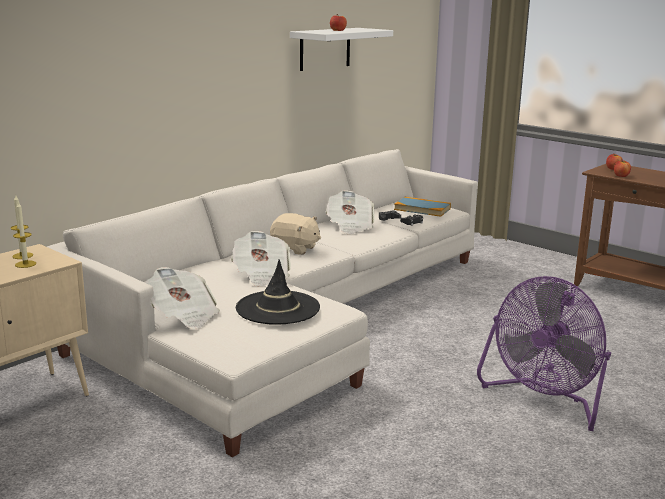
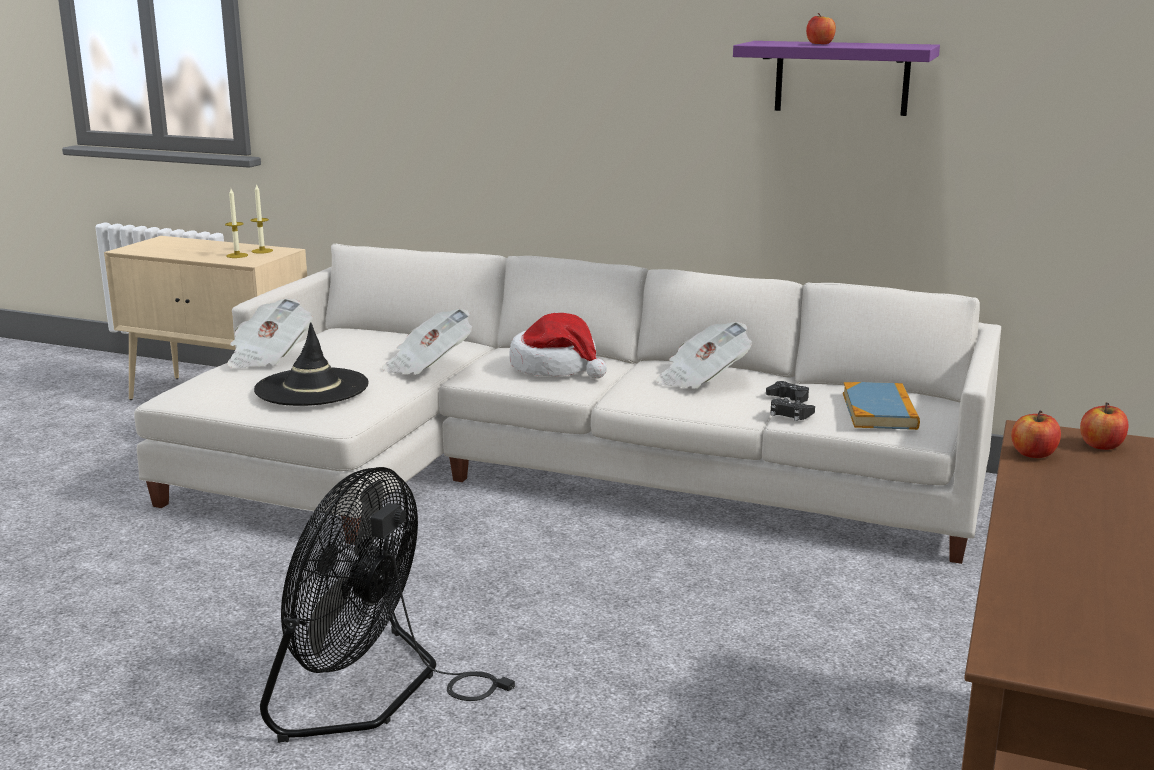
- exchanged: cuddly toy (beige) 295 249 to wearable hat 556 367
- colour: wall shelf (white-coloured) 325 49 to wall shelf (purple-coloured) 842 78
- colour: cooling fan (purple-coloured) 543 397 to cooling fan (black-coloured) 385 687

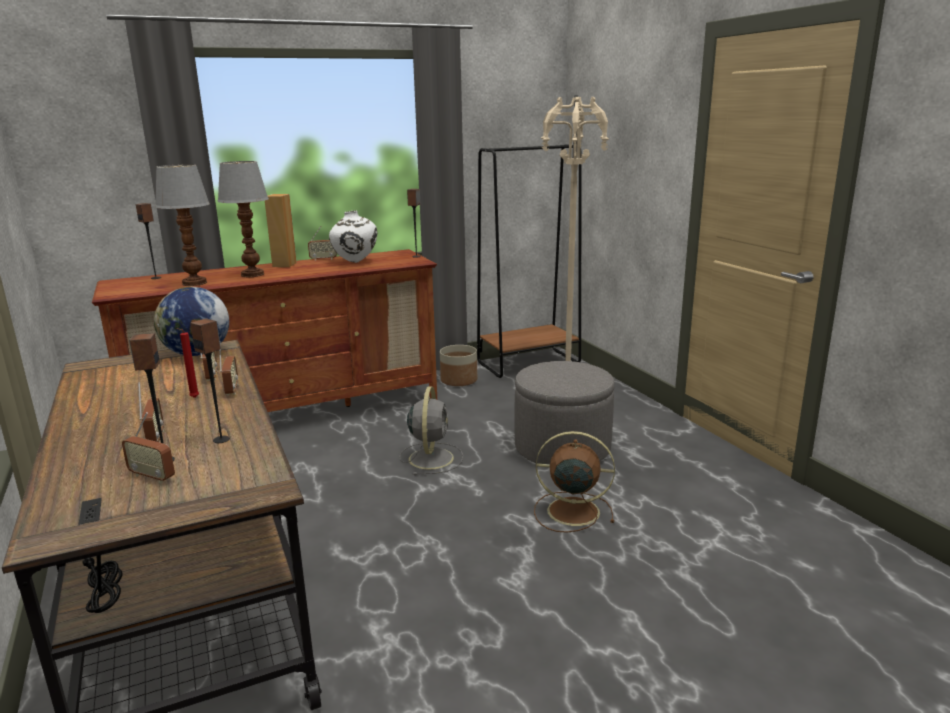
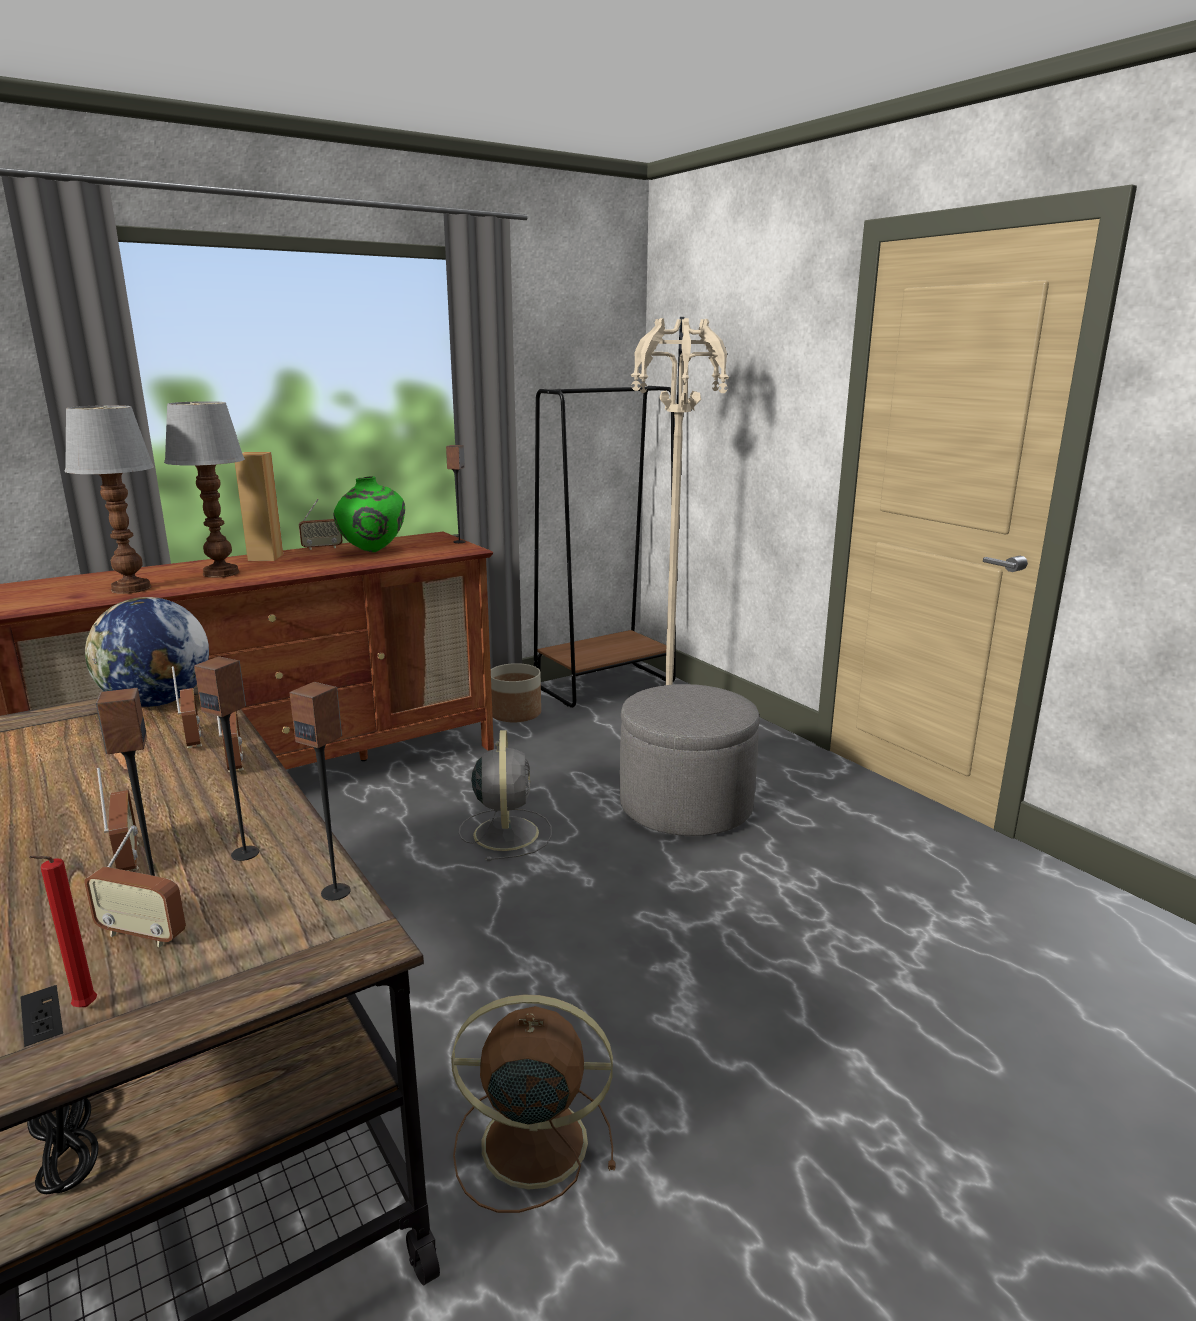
- relocated: loudspeaker 156 278 to 336 892
- relocated: candle (reddish) 193 398 to 82 1009
- relocated: cooling fan (brown-coloured) 570 511 to 529 1142
- colour: flower vase (white-coloured) 355 262 to flower vase (green) 372 552

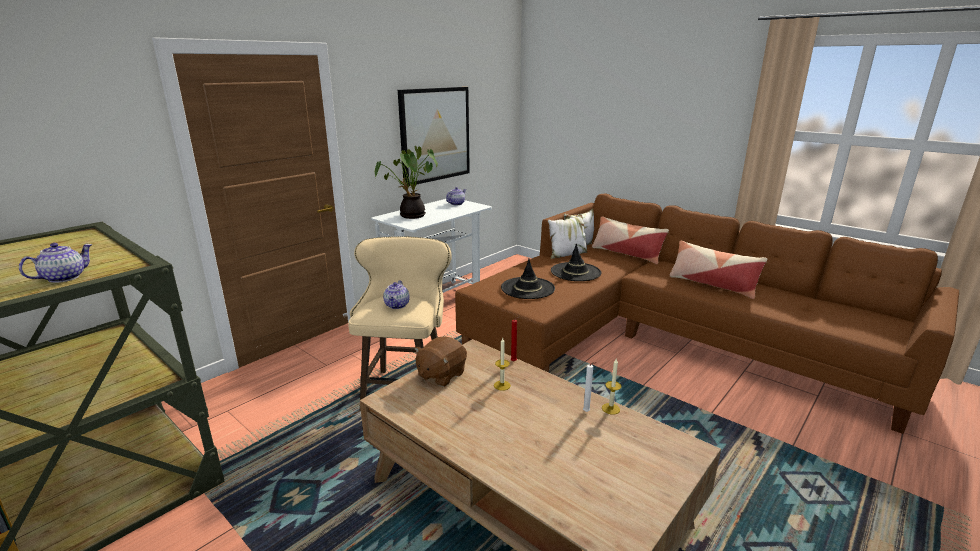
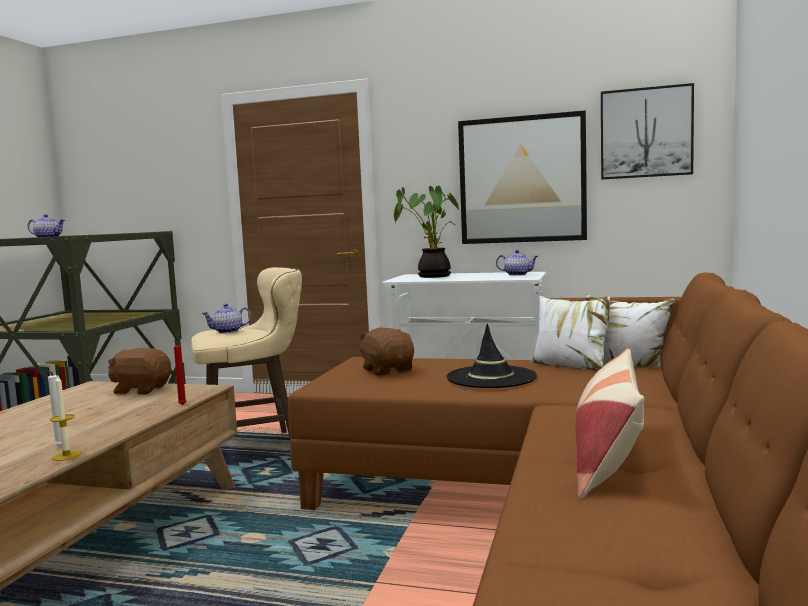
- missing: candle 502 385
- missing: throw pillow 626 253
- appeared: picture 646 133
- exchanged: wearable hat (black-coloured) 528 288 to cuddly toy (brown-coloured) 388 370

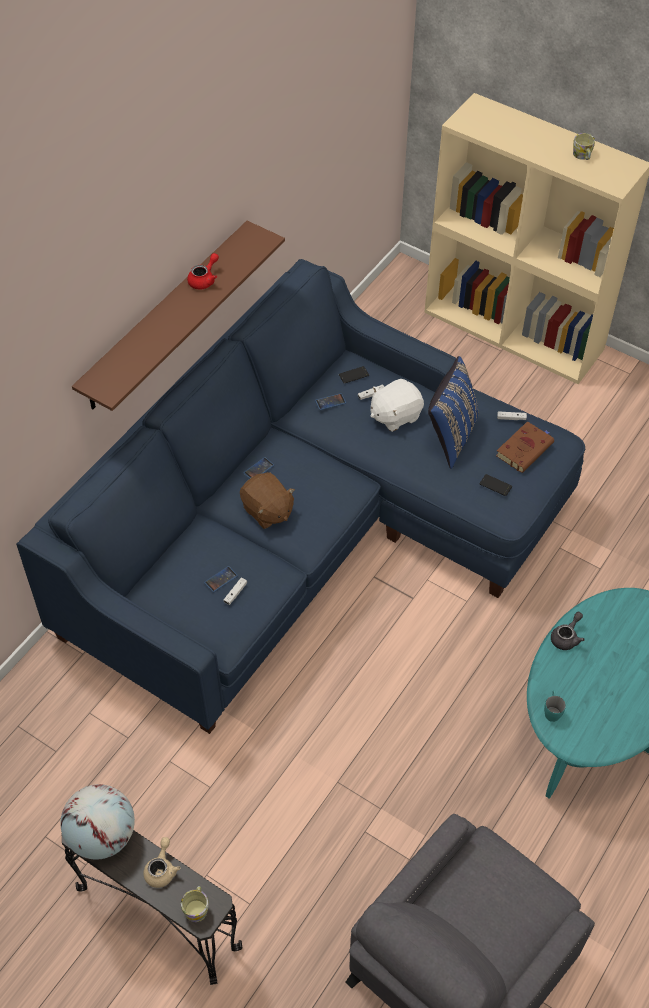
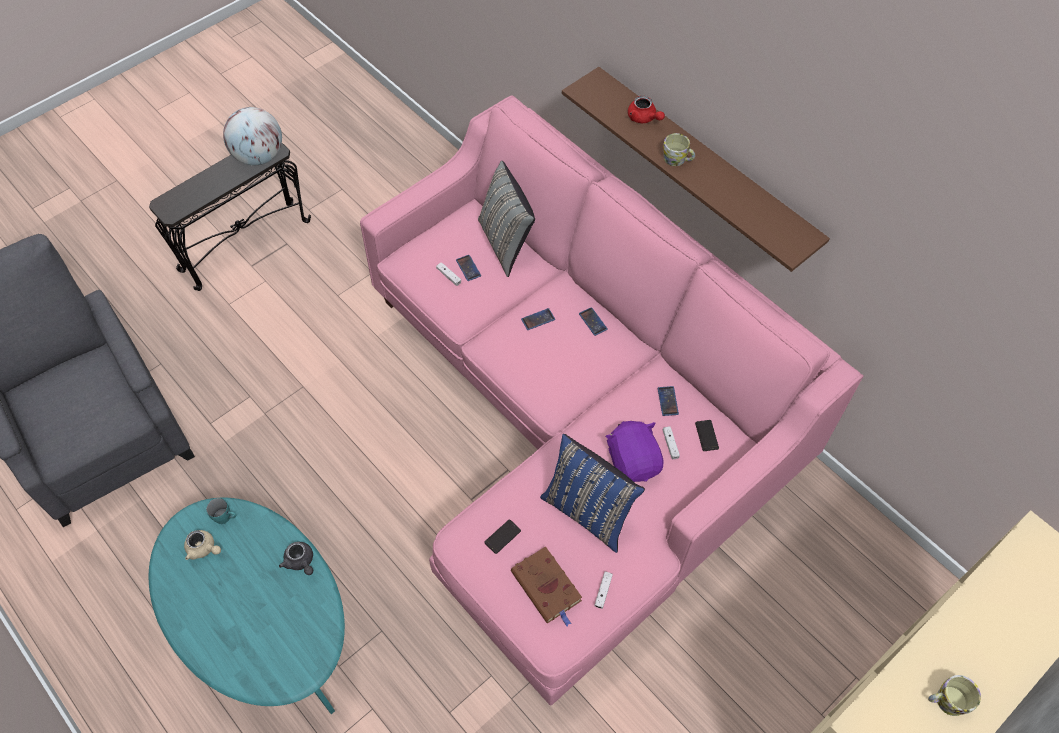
- appeared: throw pillow (gray) 506 243
- relocated: tea pot (beige) 161 869 to 204 549
- relocated: tea mug 196 907 to 677 159
- relocated: tea pot (reddish) 204 280 to 644 118
- exchanged: cuddly toy (brown-coloured) 267 511 to handset 538 319
- colour: settee (bluish) 308 534 to settee (pink) 576 422
- colour: cuddly toy (white-coloured) 395 415 to cuddly toy (purple-coloured) 633 461

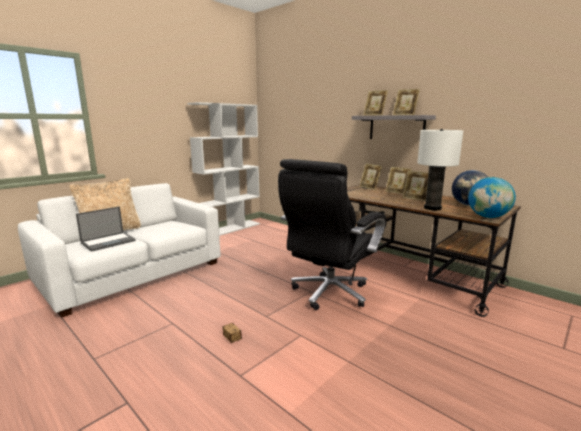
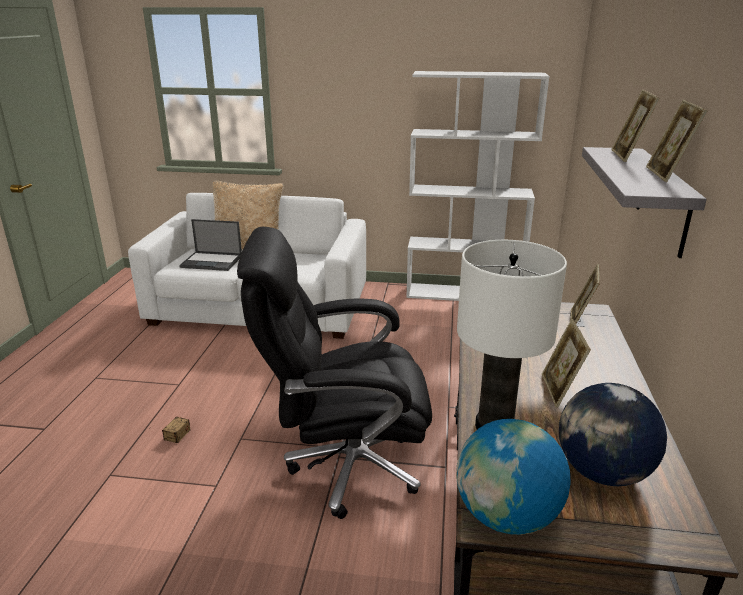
- missing: photo frame 397 192

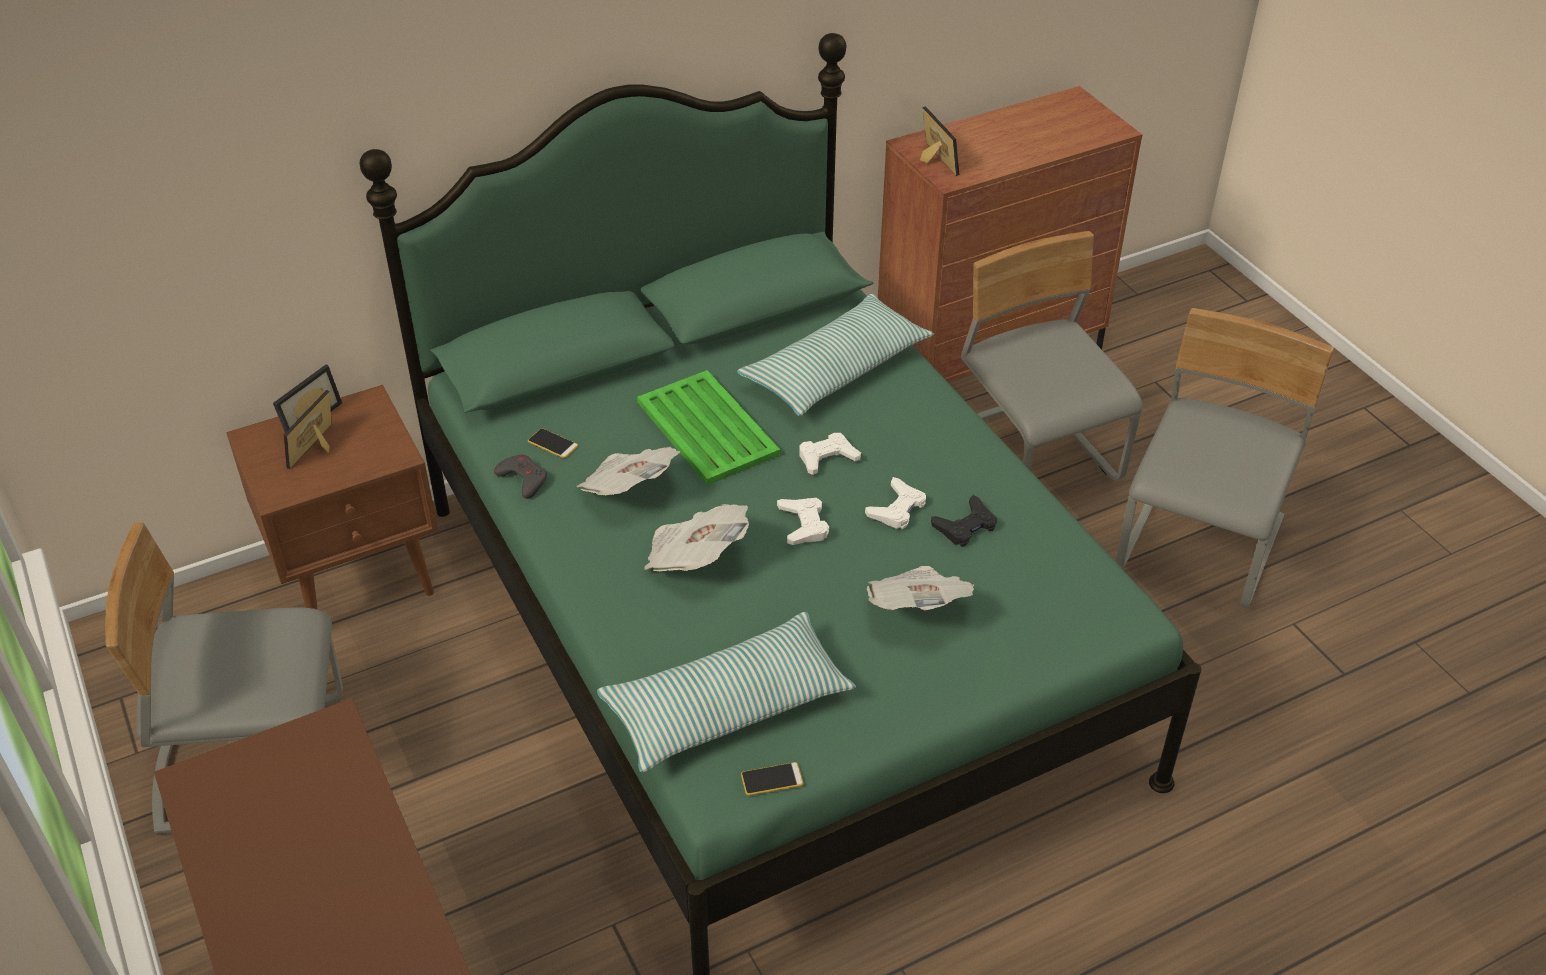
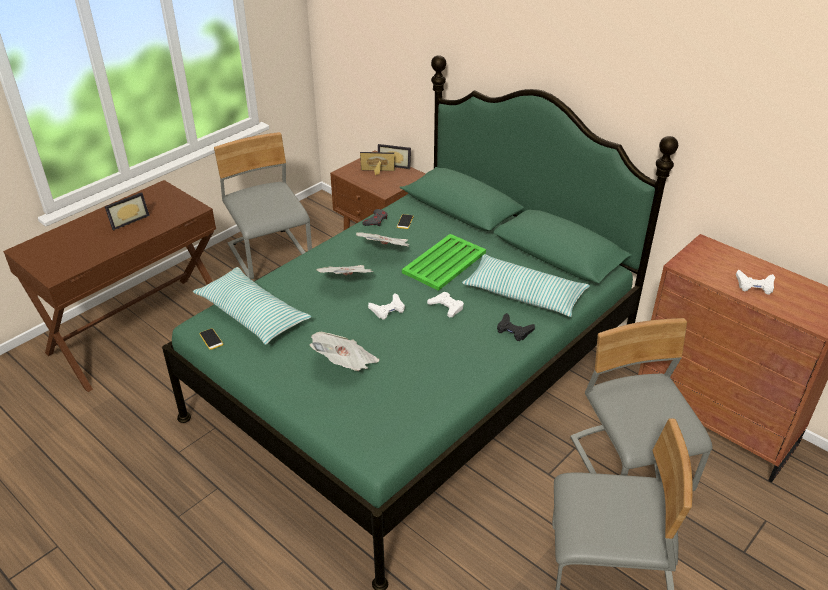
- relocated: joypad (white-coloured) 897 509 to 755 285
- relocated: photo frame 932 161 to 128 220
- relocated: joypad (black-coloured) 965 526 to 514 330
- spun: chair (gray) 1033 459 = 630 466 60 degrees counterclockwise

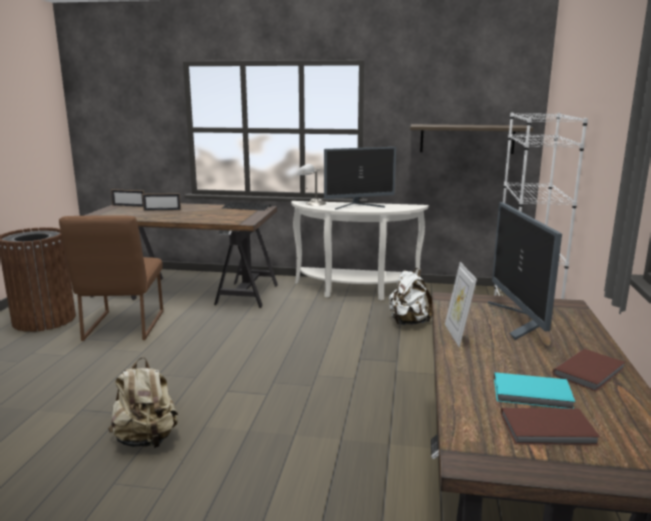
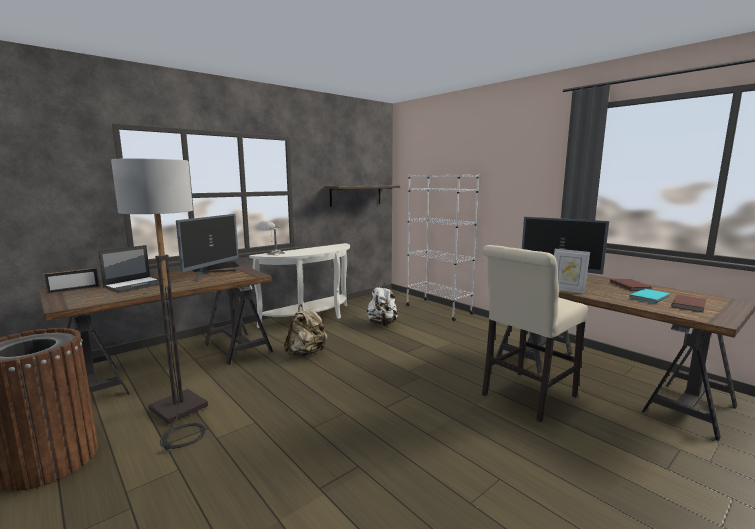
- appeared: stool seat (beige) 525 397
- relocated: rucksack (beige) 146 440 to 306 353
- relocated: computer display 358 206 to 210 274
- exchanged: chair (brown-coloured) 123 326 to floor lamp 179 416
- exchanged: photo frame 162 210 to laptop 135 285

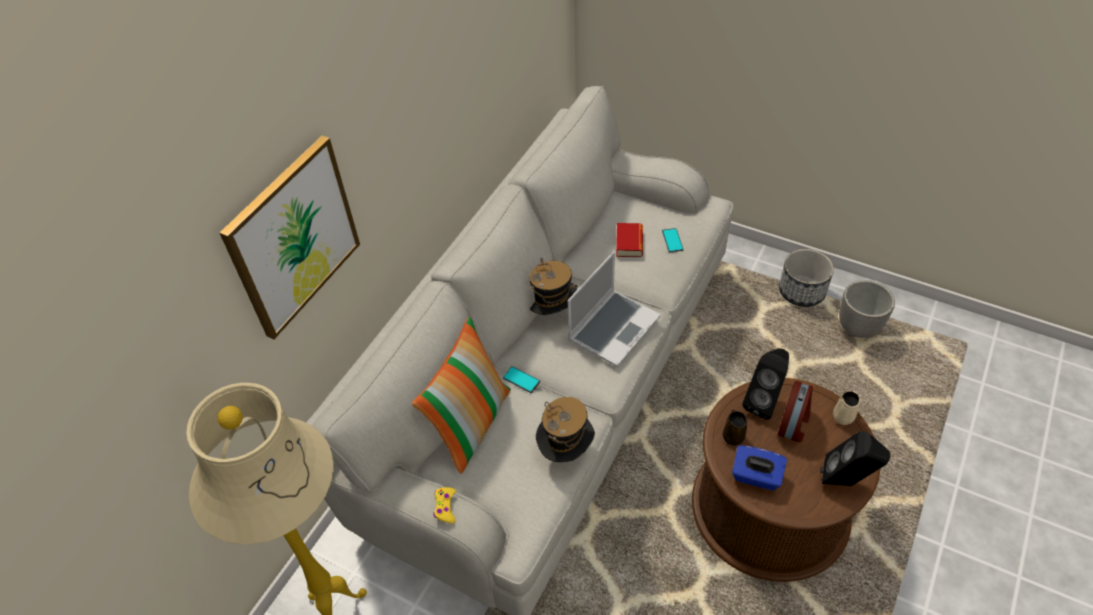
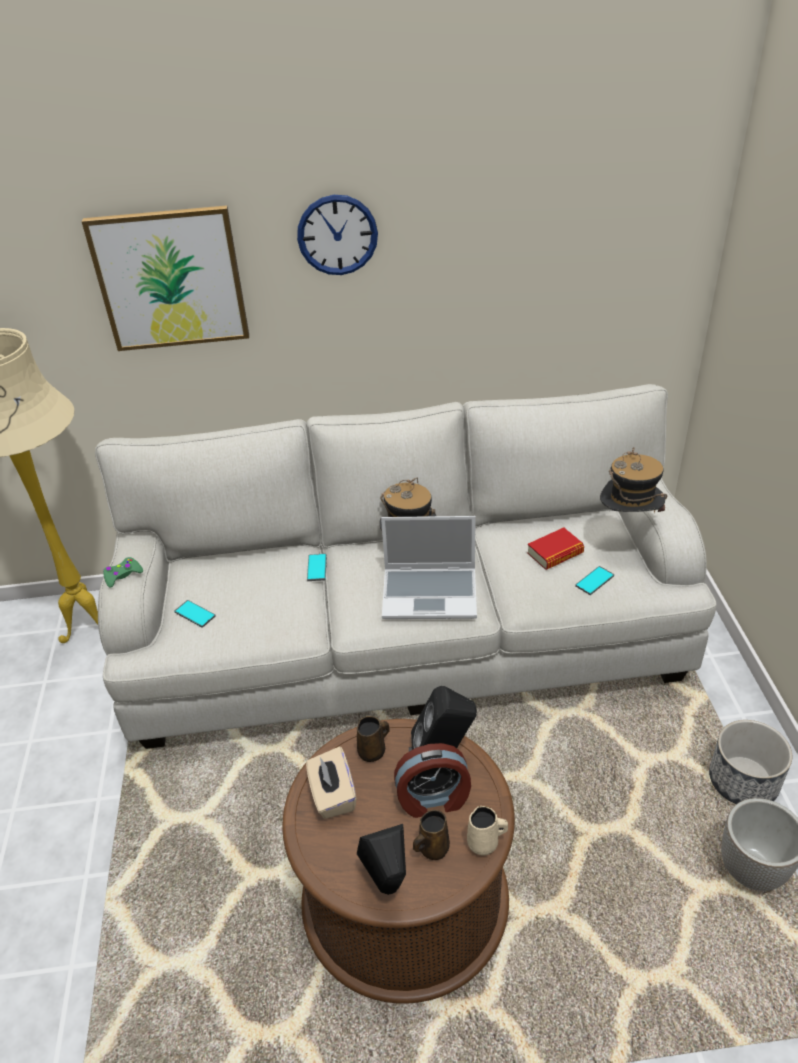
- missing: throw pillow 471 424
- appeared: handset 195 614
- appeared: hanging clock 337 235
- appeared: tea mug (brown-coloured) 432 849
- relocated: wearable hat 566 451 to 628 522
- colour: joypad (yellowish) 445 507 to joypad (green) 122 575
- colour: tissue holder (bluish) 756 476 to tissue holder (beige) 332 795

